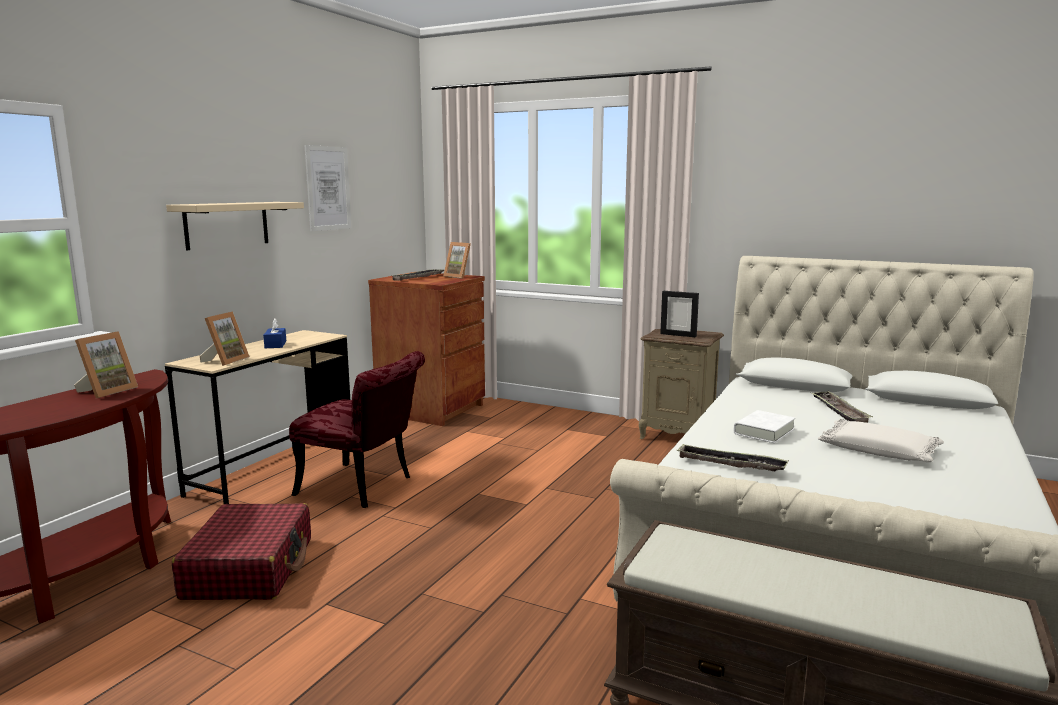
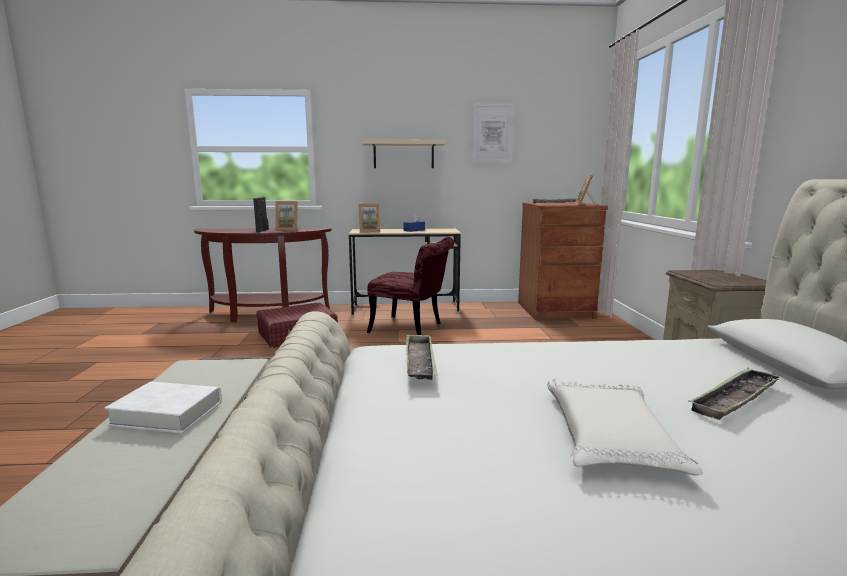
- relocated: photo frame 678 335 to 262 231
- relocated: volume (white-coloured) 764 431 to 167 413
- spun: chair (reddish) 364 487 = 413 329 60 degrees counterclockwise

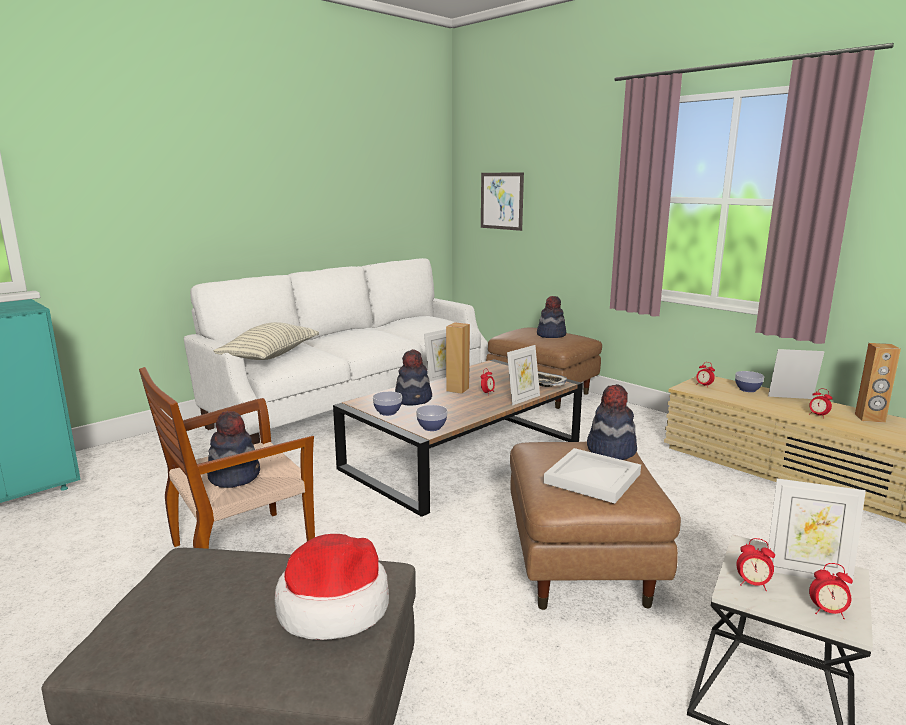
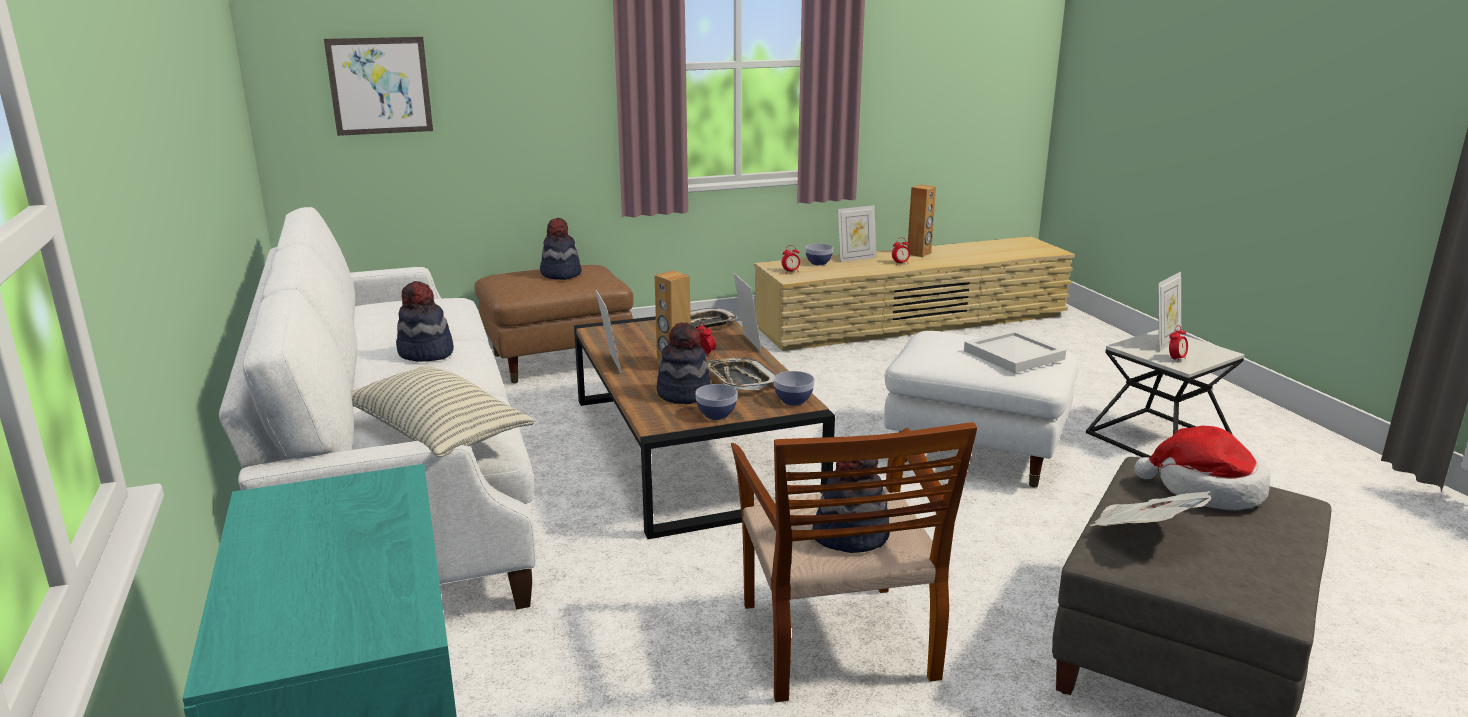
- missing: alarm clock 827 612
- appeared: tray 740 380
- appeared: printed paper 1143 534
- relocated: wearable hat 610 450 to 425 353
- colour: footrest (brown-coloured) 579 564 to footrest (white-coloured) 973 452
- spun: photo frame 791 399 = 856 258 150 degrees counterclockwise

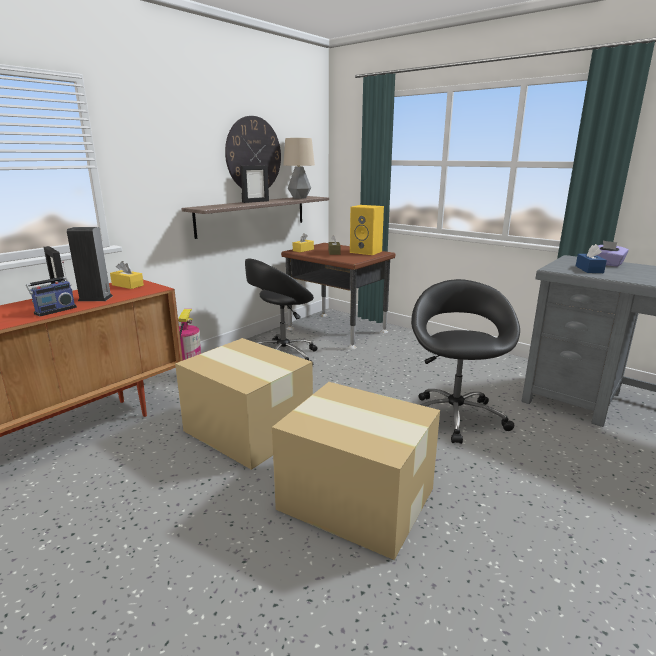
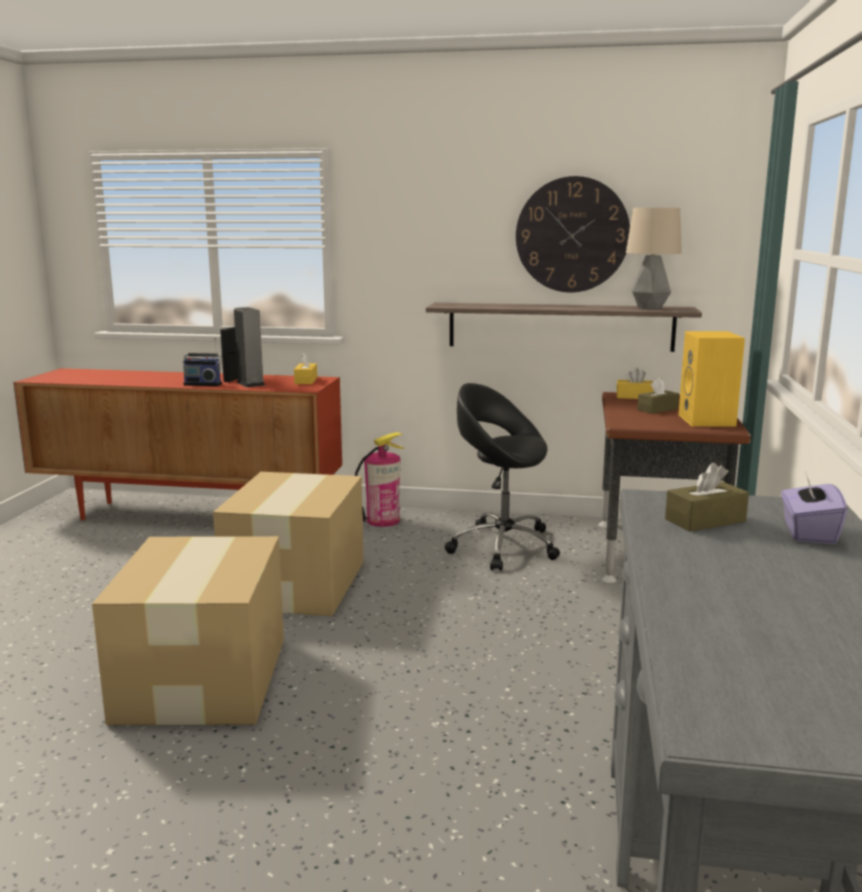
- missing: photo frame 255 201
- missing: computer chair (black-coloured) 455 417
- colour: tissue holder (bluish) 589 269 to tissue holder (brown-coloured) 705 520

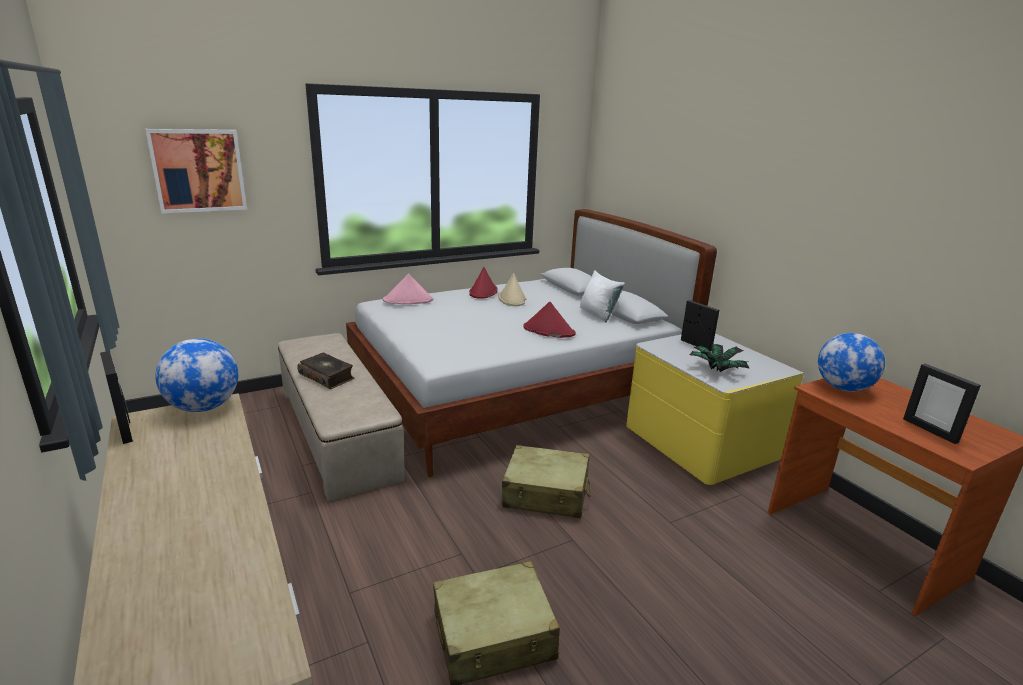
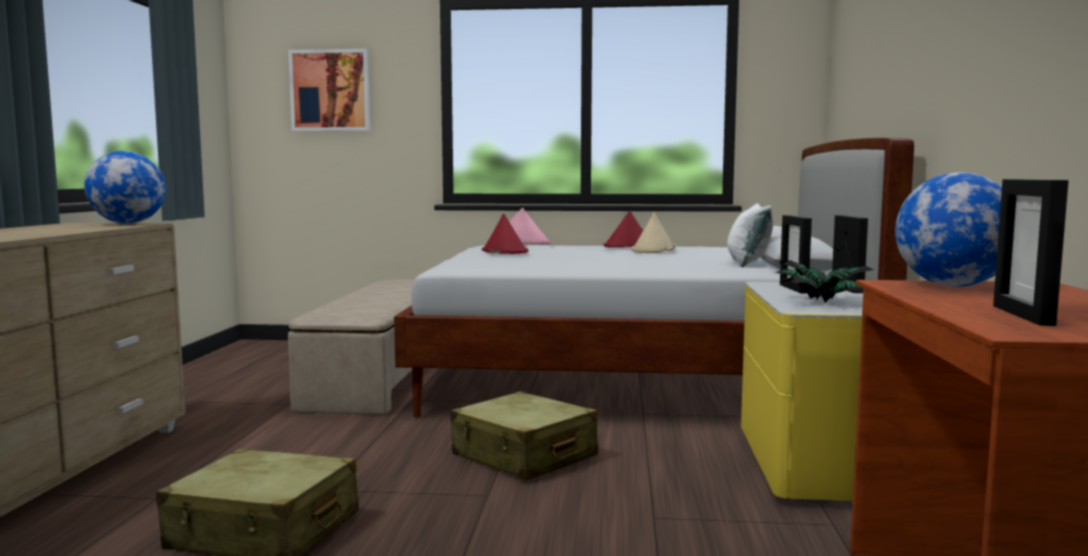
- missing: volume 327 376
- relocated: photo frame 126 428 to 794 289
- relocated: wearable hat (reddish) 548 330 to 504 252

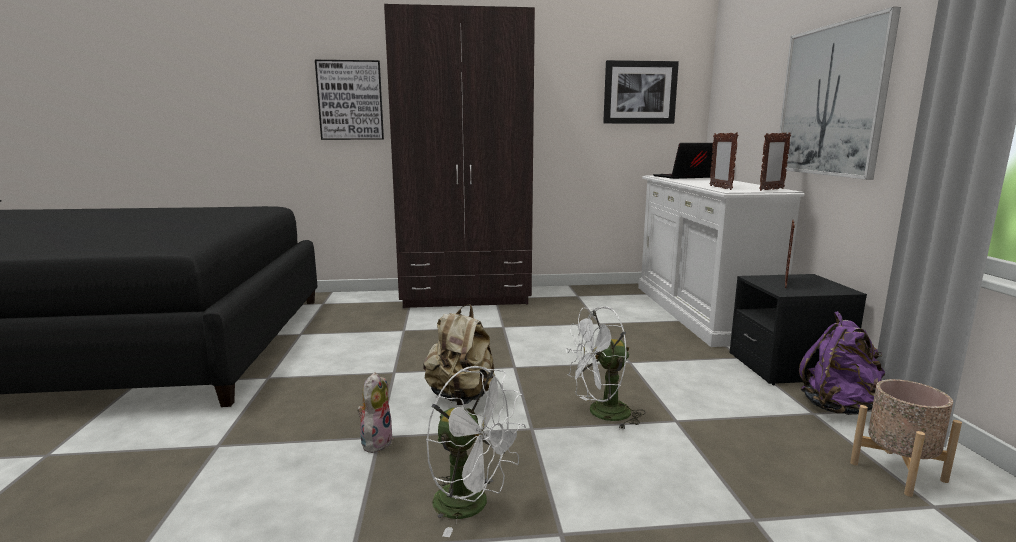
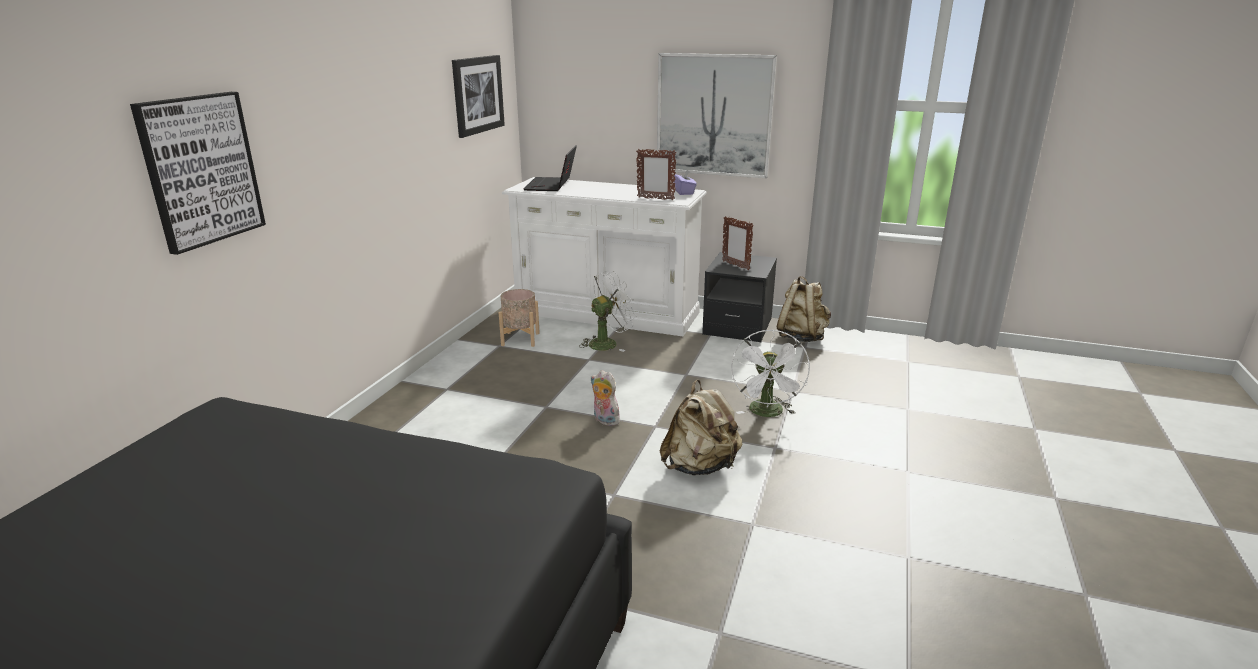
- missing: armoire (brown-coloured) 465 297
- relocated: cuddly toy 375 441 to 604 420
- relocated: cooling fan (white-coloured) 472 505 to 608 343
- relocated: flower pot (beige) 897 471 to 520 339
- exchanged: photo frame 771 189 to tissue holder (purple-coloured) 684 192
- colour: rucksack (purple-coloured) 838 407 to rucksack (beige) 801 337

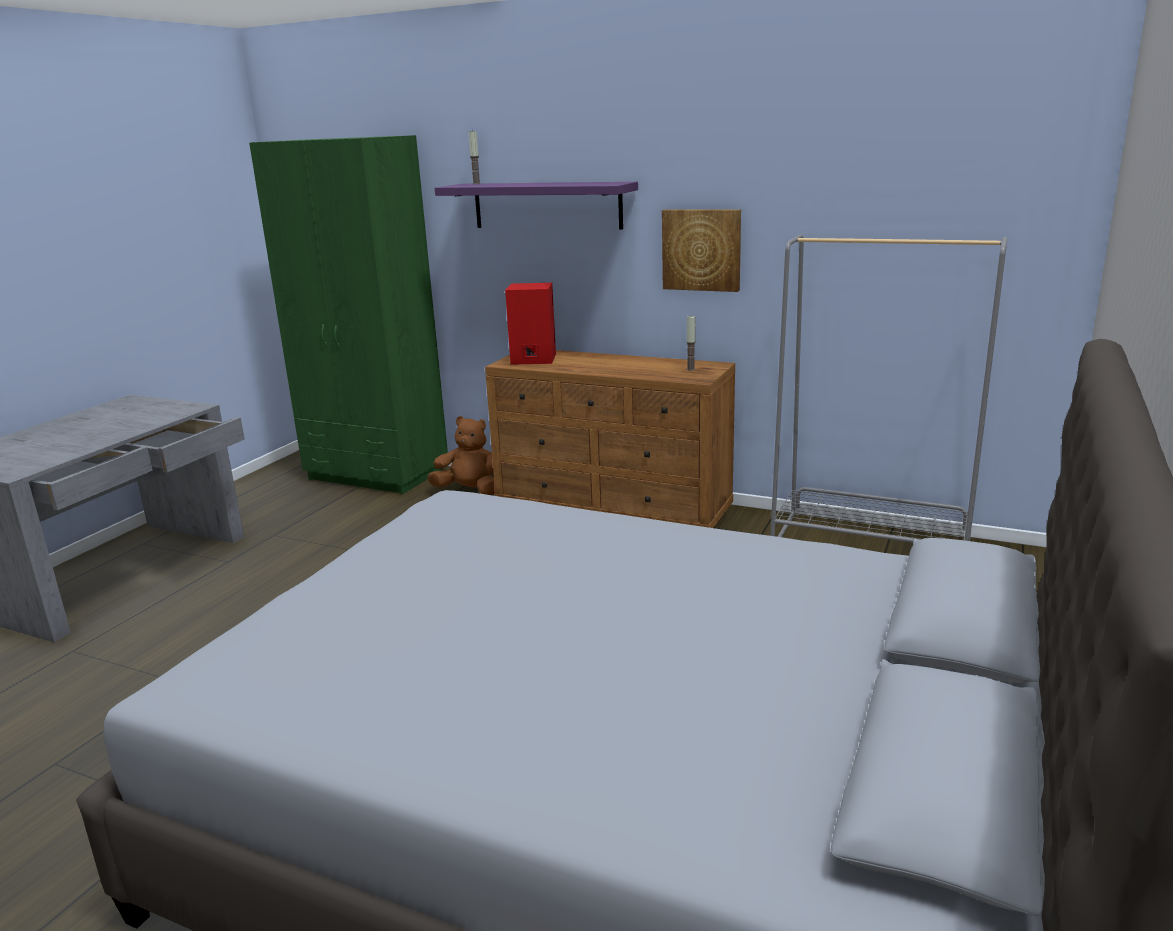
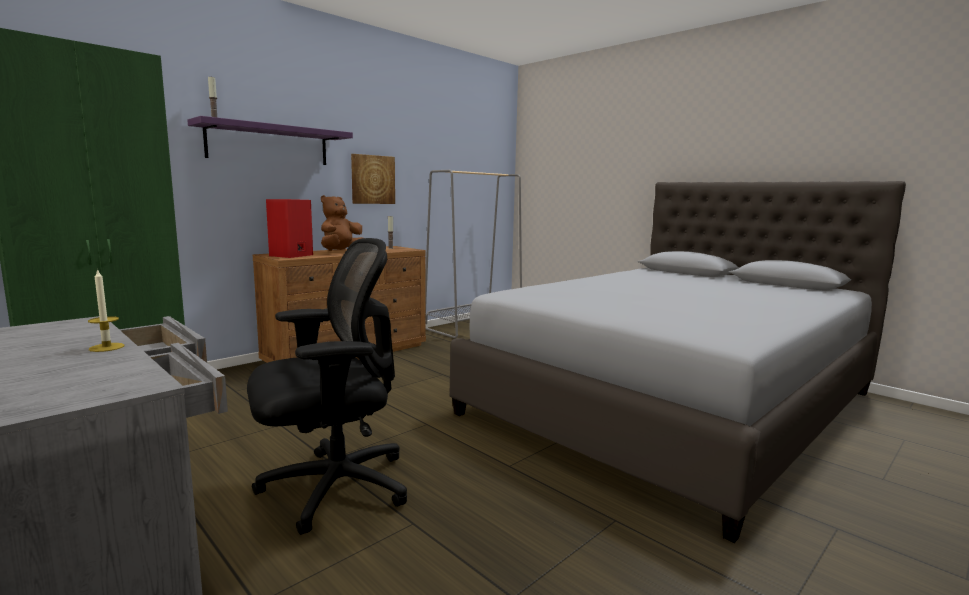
- appeared: candle 106 347
- appeared: computer chair (black-coloured) 327 491
- relocated: cuddly toy (brown-coloured) 470 491 to 341 252

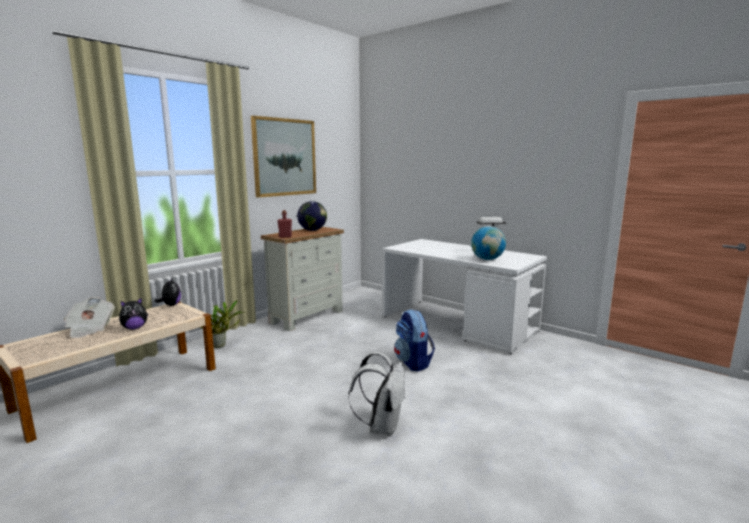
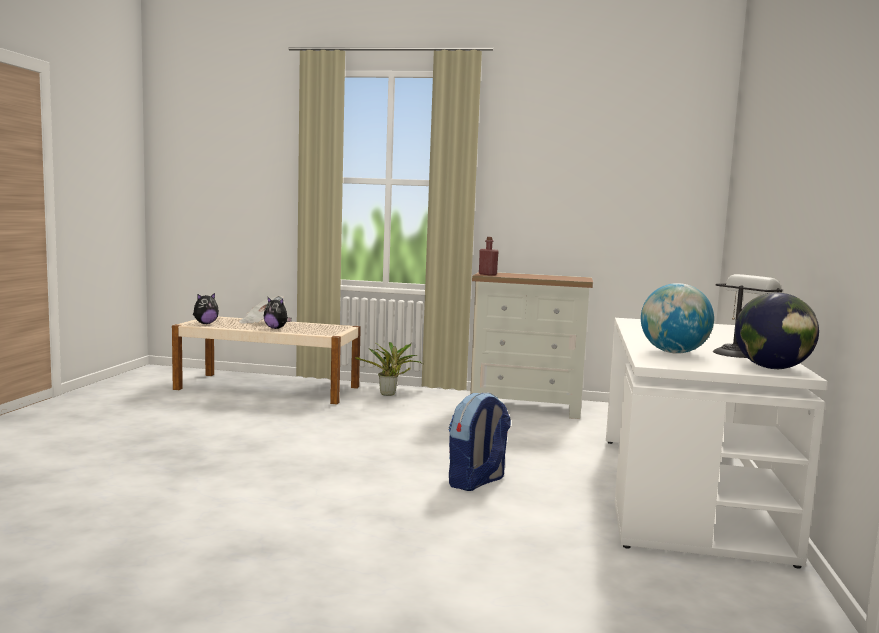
- missing: picture 284 157
- missing: rucksack (white-coloured) 382 426
- relocated: cuddly toy 171 305 to 205 323
- relocated: globe 312 230 to 771 368

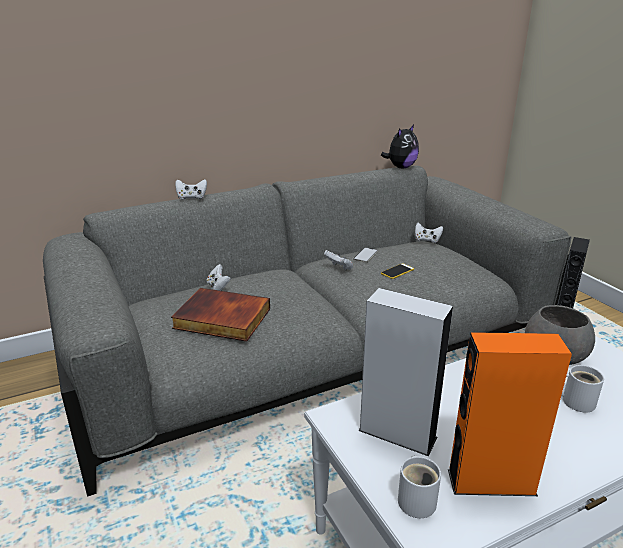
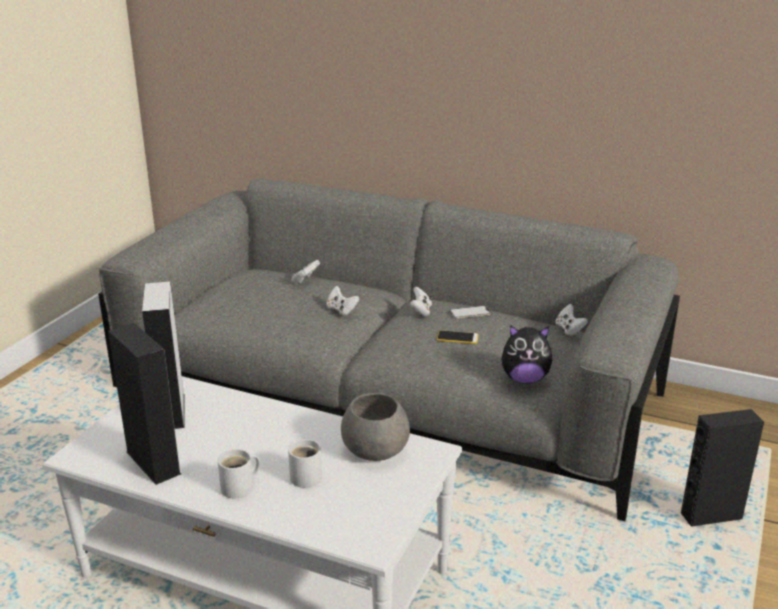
- missing: volume 221 319
- relocated: joypad (white-coloured) 191 198 to 341 310
- relocated: cuddly toy 401 167 to 525 379
- relocated: tea mug (white-coloured) 417 499 to 240 487
- colour: loudspeaker (orange-coloured) 491 482 to loudspeaker (black-coloured) 153 462

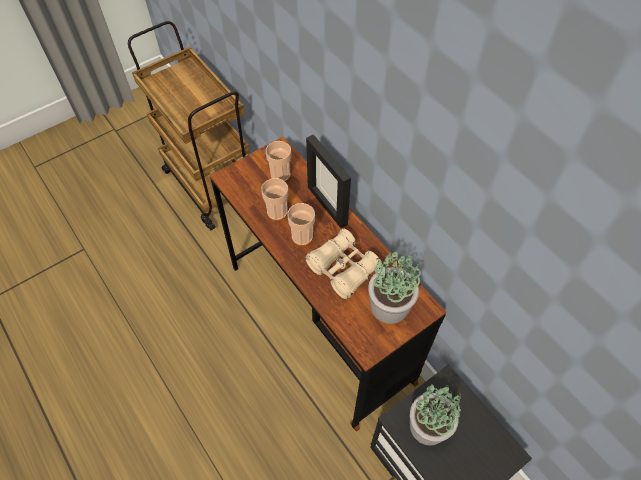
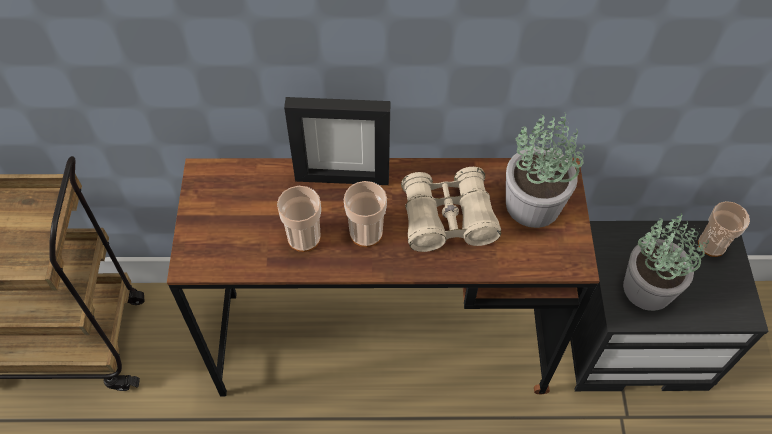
- relocated: cup 280 175 to 711 244

